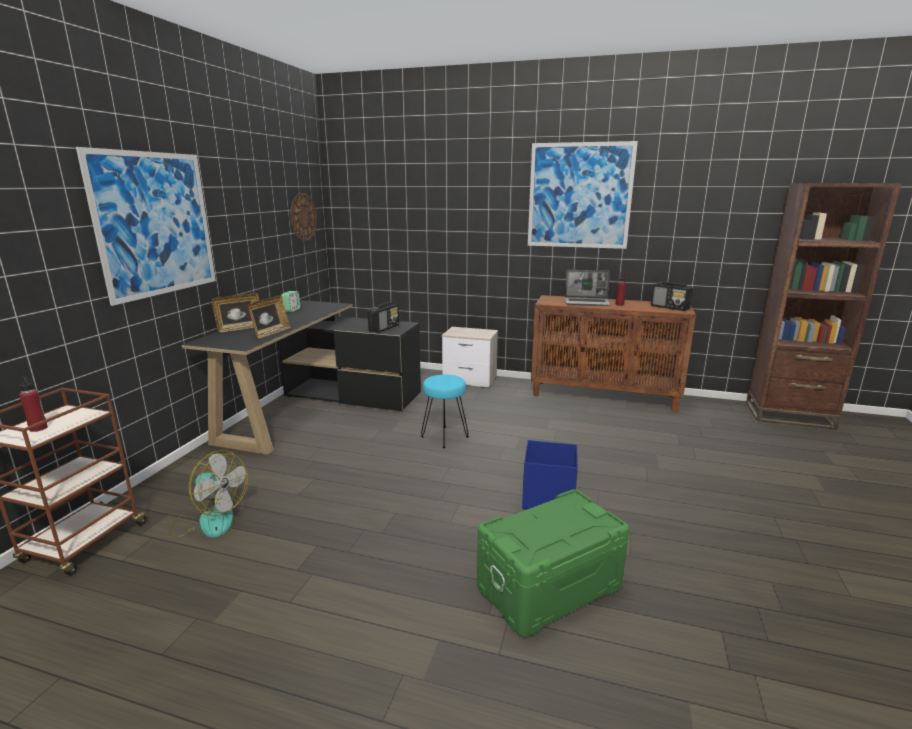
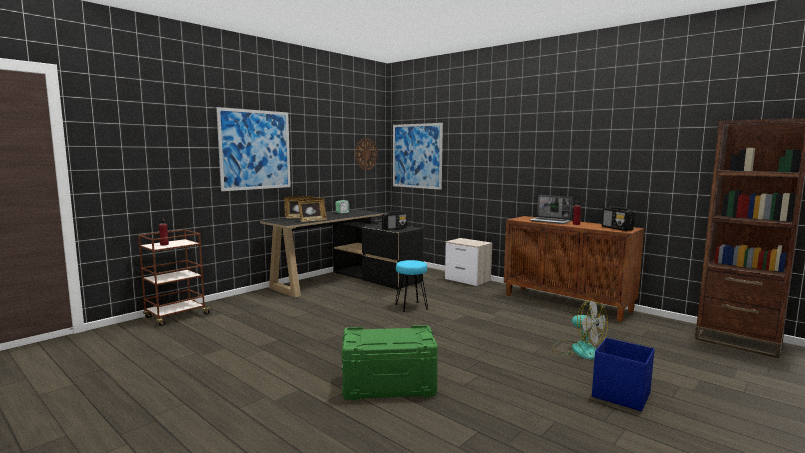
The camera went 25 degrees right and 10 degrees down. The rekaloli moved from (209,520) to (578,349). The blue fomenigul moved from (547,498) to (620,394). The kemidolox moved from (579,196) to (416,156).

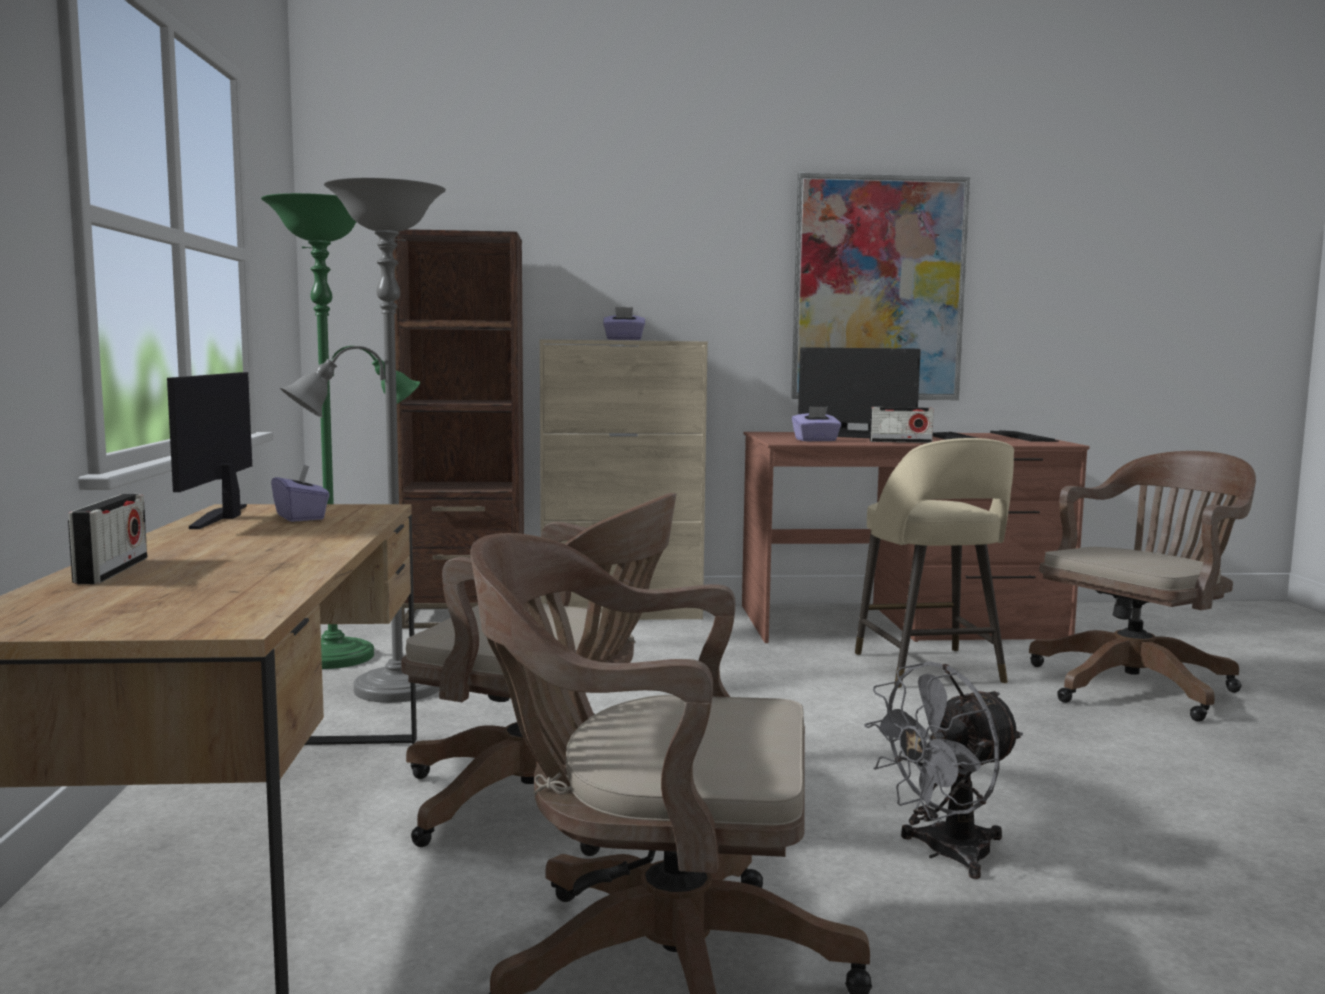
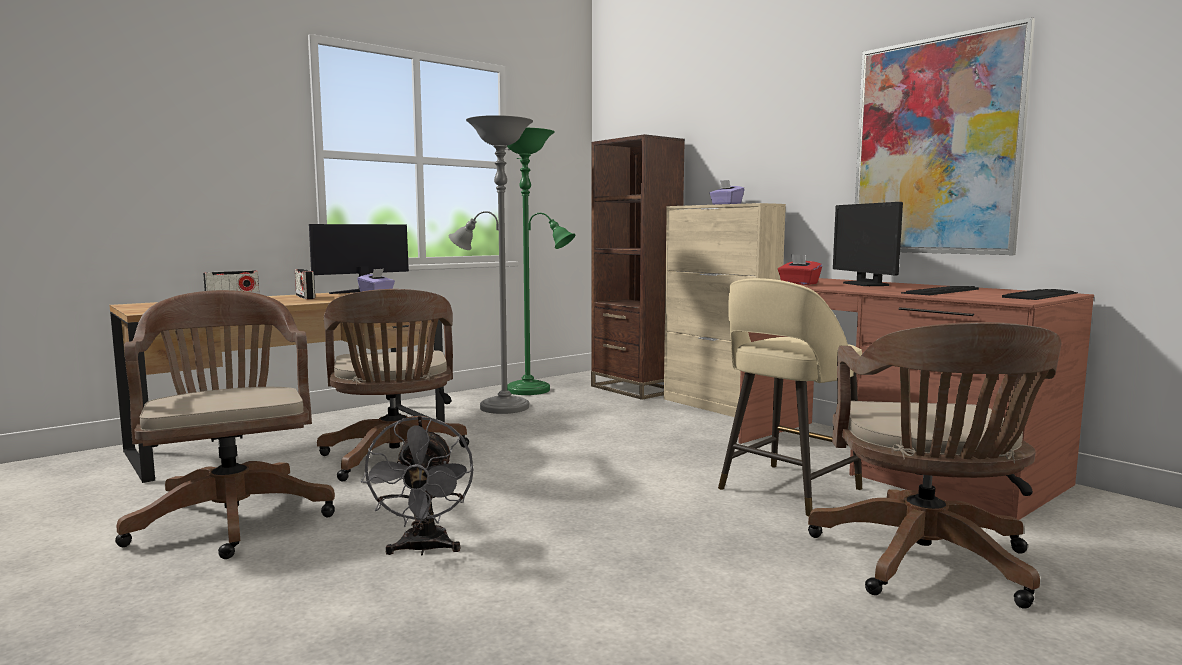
The camera went 55 degrees right and 0 degrees up. The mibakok moved from (900,442) to (305,297). The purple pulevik at (816,440) became the red pulevik at (798,283). The grey rekaloli at (944,854) turned 120 degrees counterclockwise. The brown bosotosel at (1137,685) turned 75 degrees clockwise.

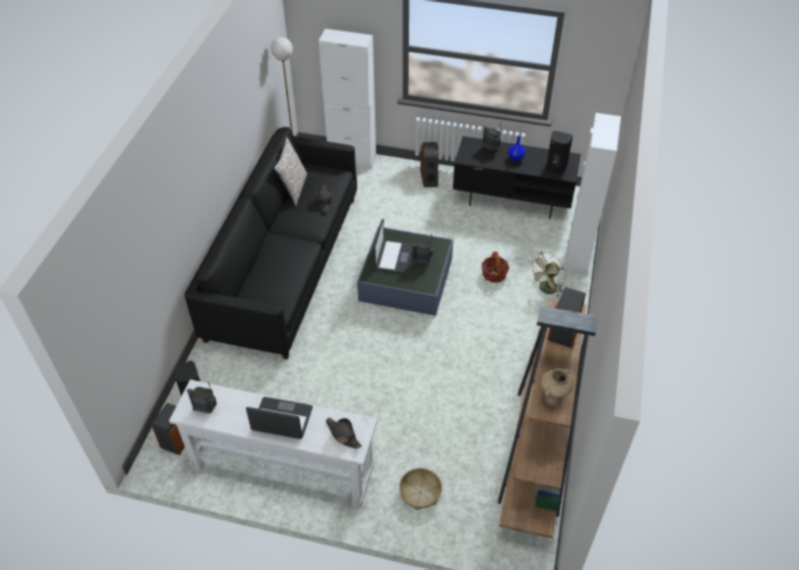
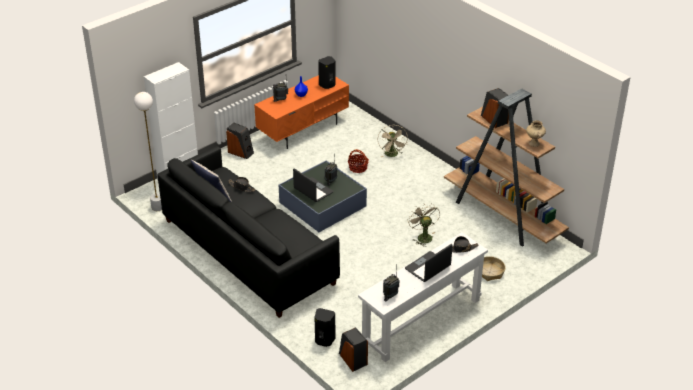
The camera went 55 degrees left and 10 degrees down. The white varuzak at (577,254) disappeared. The beige rekaloli at (422,236) appeared. The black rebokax at (513,199) became the orange rebokax at (303,129).

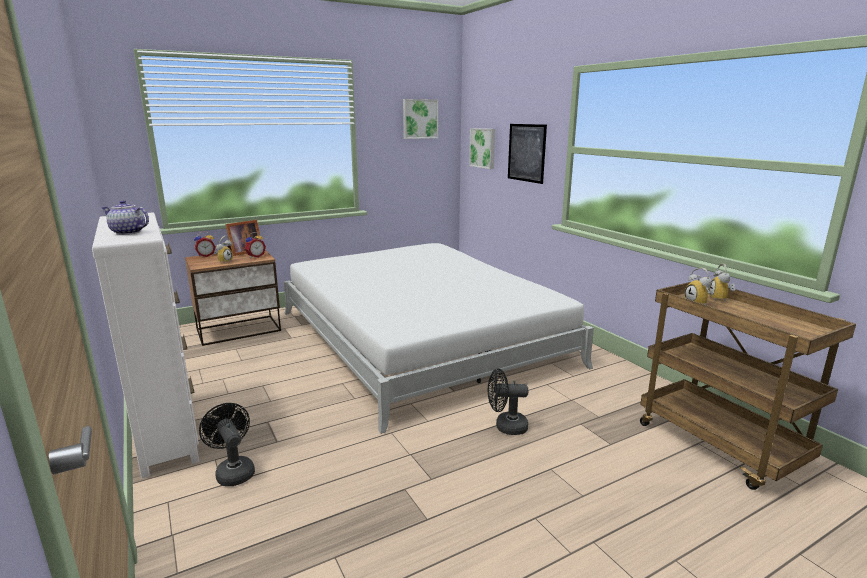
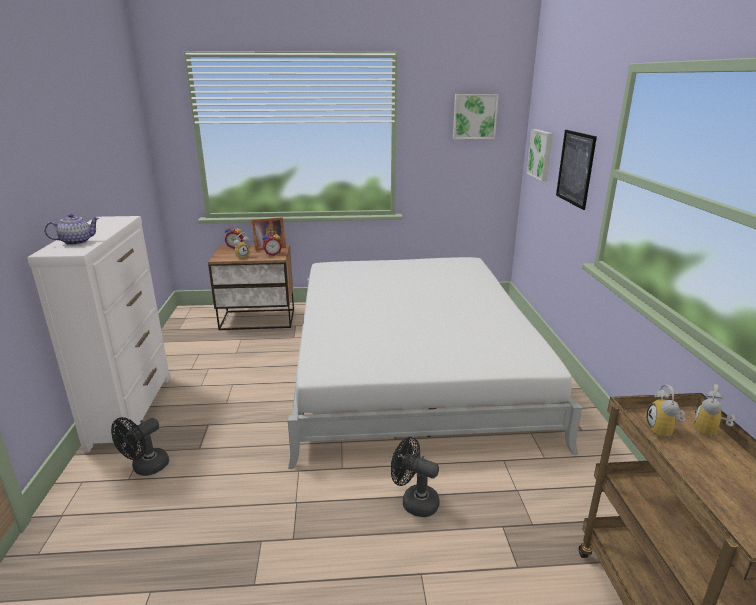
The camera went 25 degrees right and 5 degrees up. The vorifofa at (127,232) turned 105 degrees clockwise. The black rekaloli at (233,471) turned 135 degrees counterclockwise.

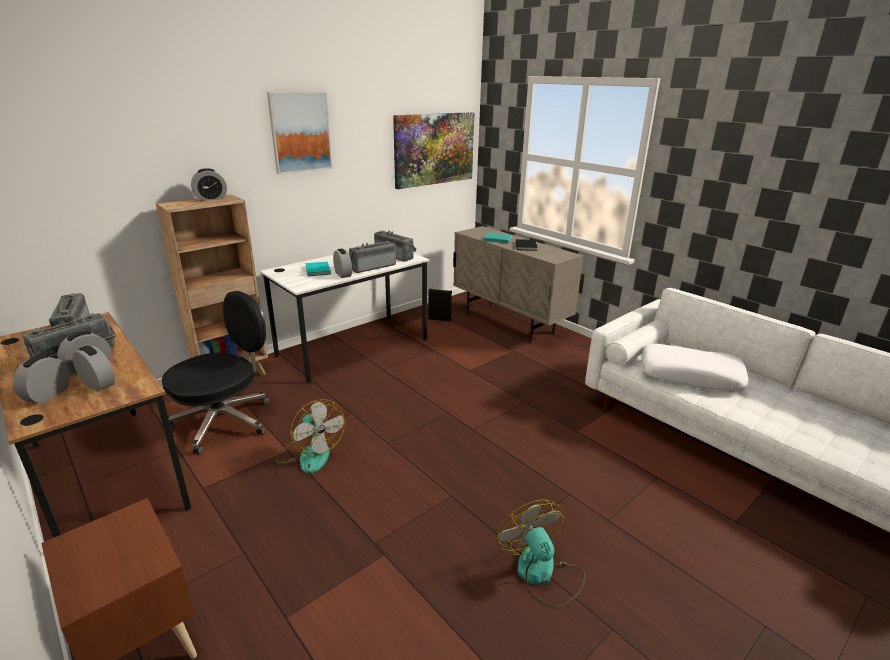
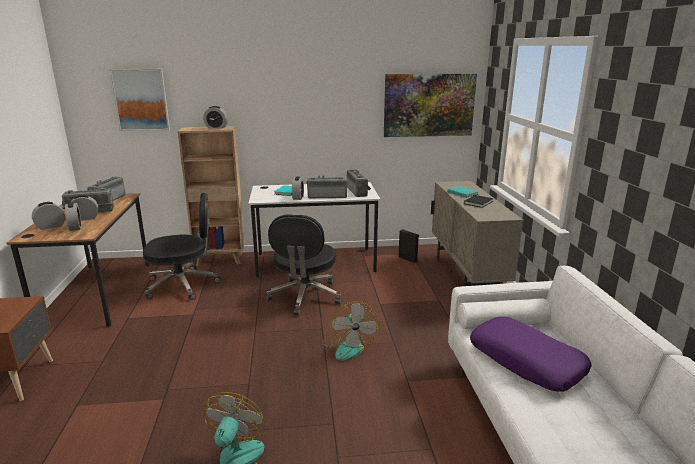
The camera went 35 degrees right and 5 degrees down. The black bosotosel at (305,297) appeared. The kemidolox moved from (300,132) to (141,100). The rekaloli moved from (310,454) to (348,346). The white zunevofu at (690,376) became the purple zunevofu at (526,361).

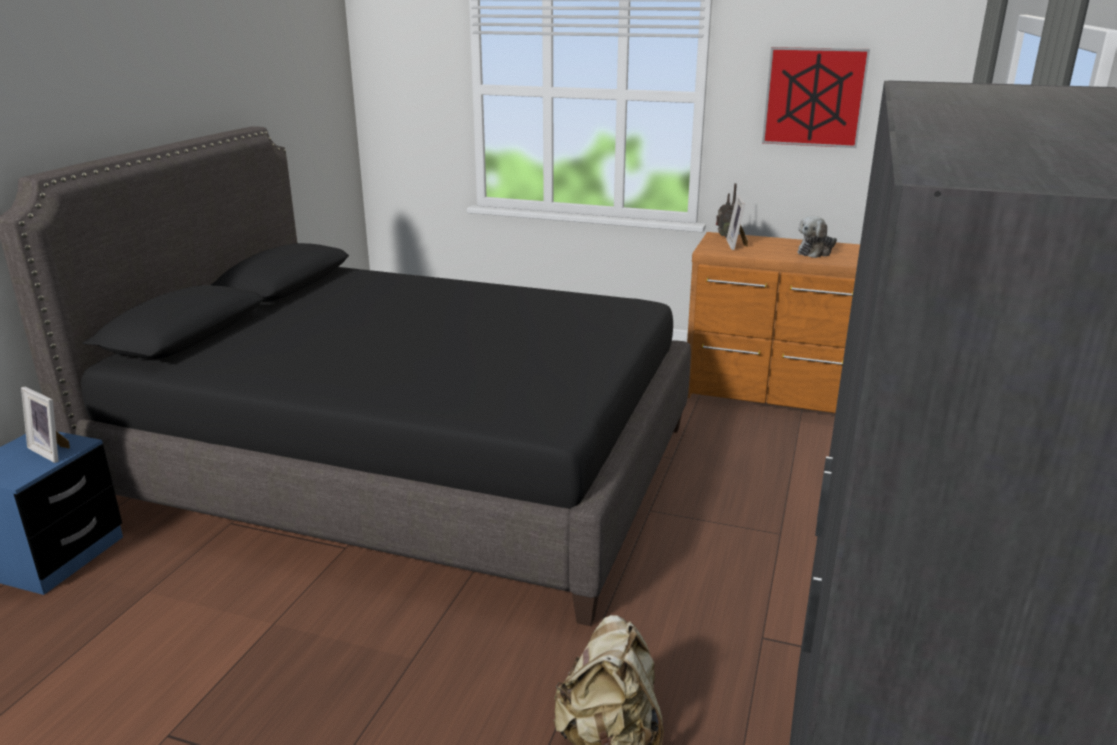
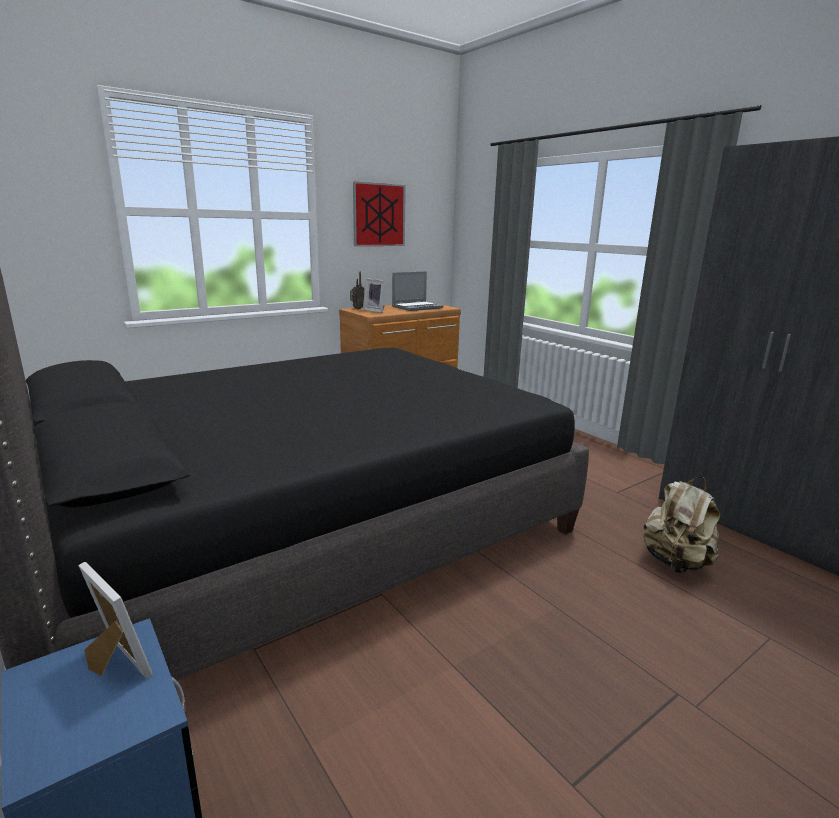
The camera went 55 degrees left and 5 degrees down. The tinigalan at (816,252) was replaced by the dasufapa at (417,307). The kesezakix at (53,451) turned 120 degrees counterclockwise.

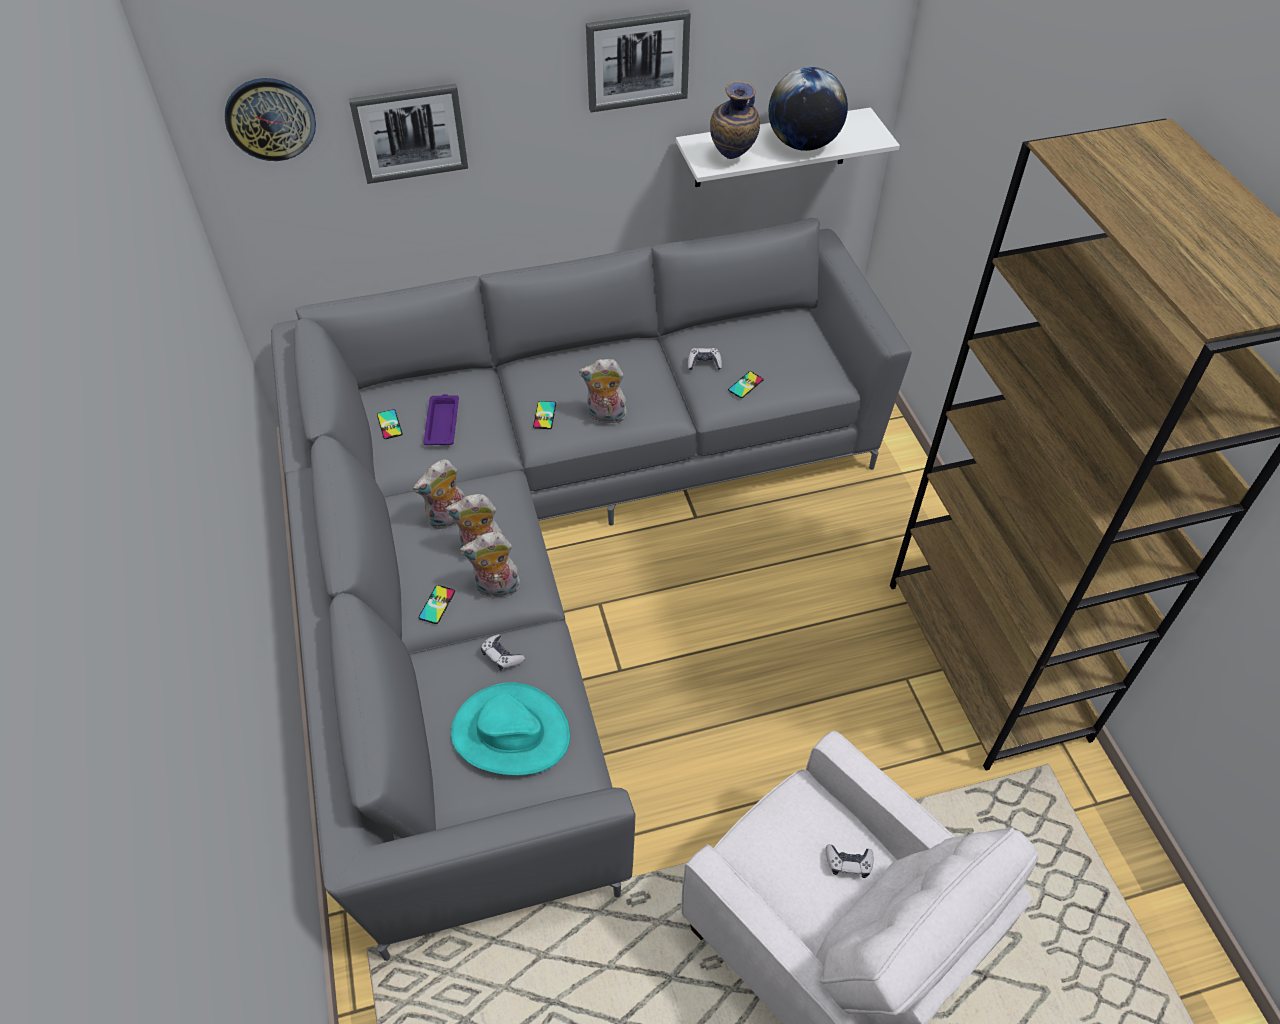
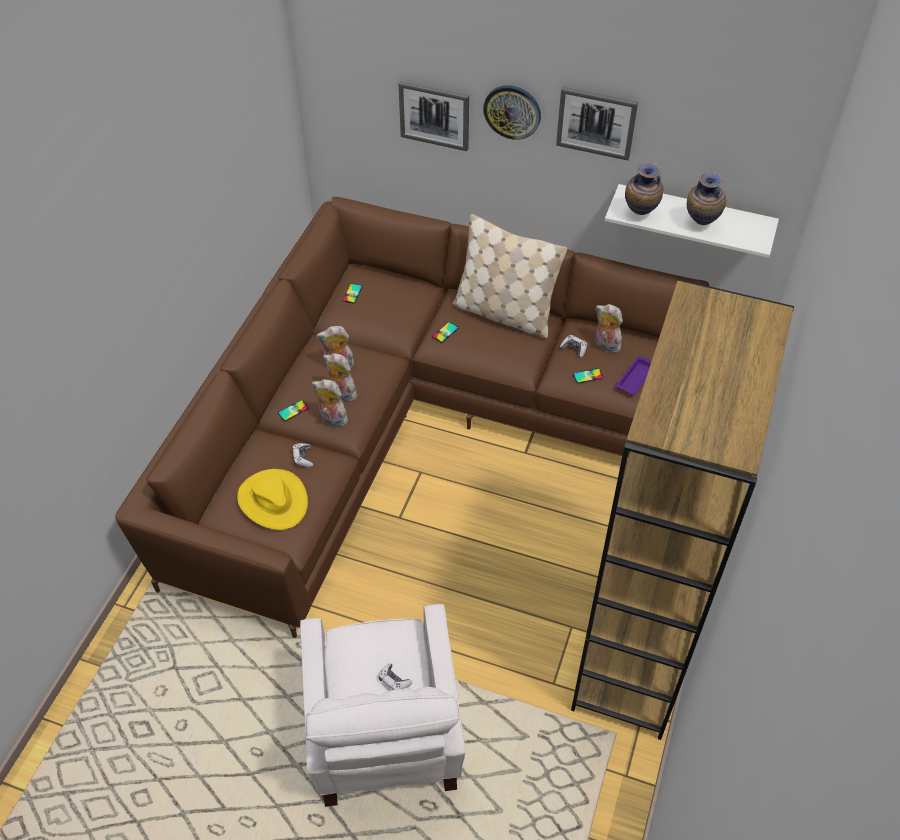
The camera went 35 degrees right and 0 degrees up. The beige zunevofu at (504,313) appeared. The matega moved from (270,119) to (512,111). The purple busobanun moved from (442,423) to (636,377). The tinigalan moved from (605,416) to (605,345). The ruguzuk at (803,144) was replaced by the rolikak at (700,225). The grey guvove at (549,550) became the brown guvove at (417,424). The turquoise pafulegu at (510,733) became the yellow pafulegu at (273,500).

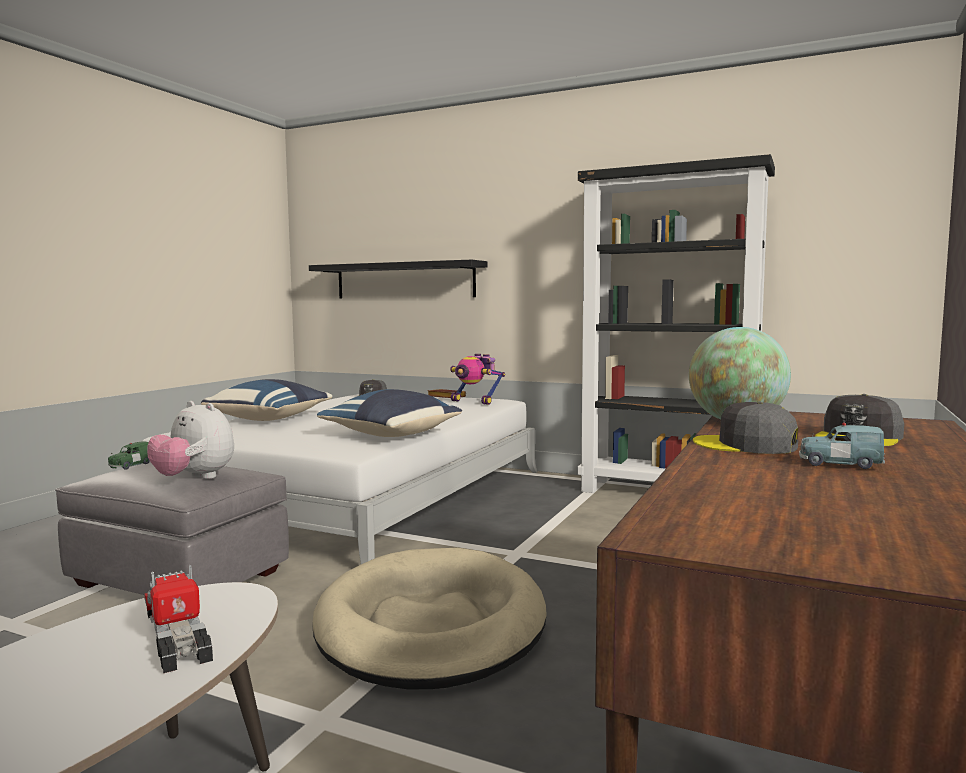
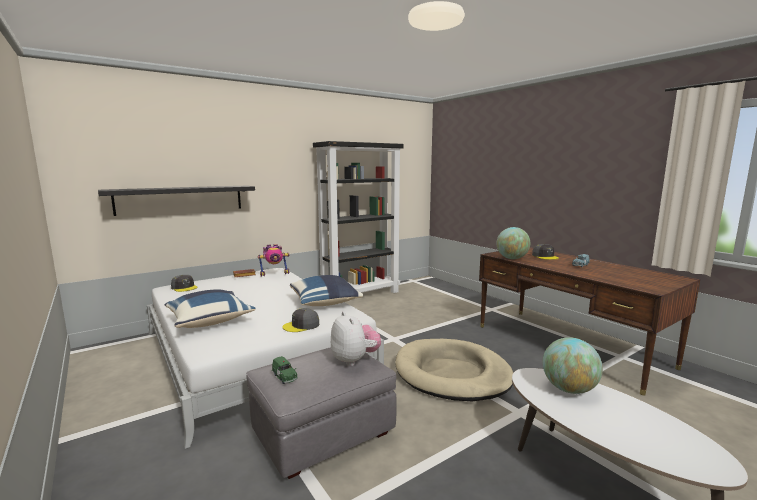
The camera went 60 degrees left and 5 degrees up. The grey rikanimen moved from (745,445) to (301,325). The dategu at (178,635) was replaced by the ruguzuk at (569,389). The tinigalan at (194,478) turned 90 degrees counterclockwise.

